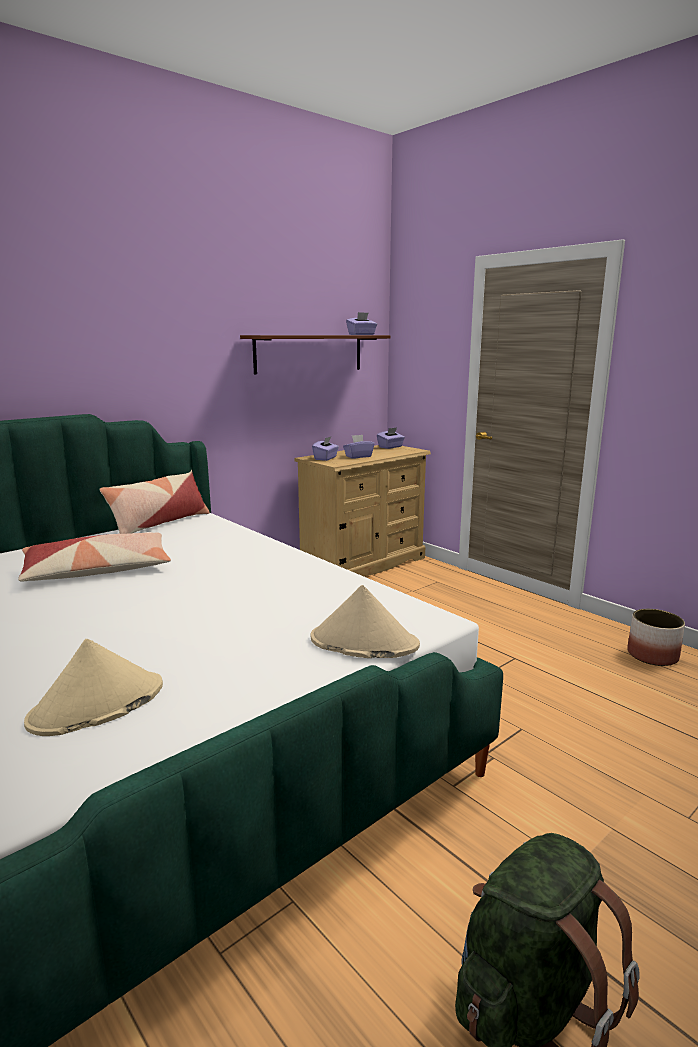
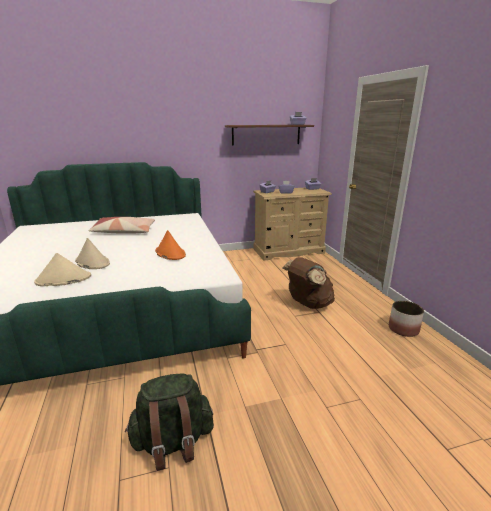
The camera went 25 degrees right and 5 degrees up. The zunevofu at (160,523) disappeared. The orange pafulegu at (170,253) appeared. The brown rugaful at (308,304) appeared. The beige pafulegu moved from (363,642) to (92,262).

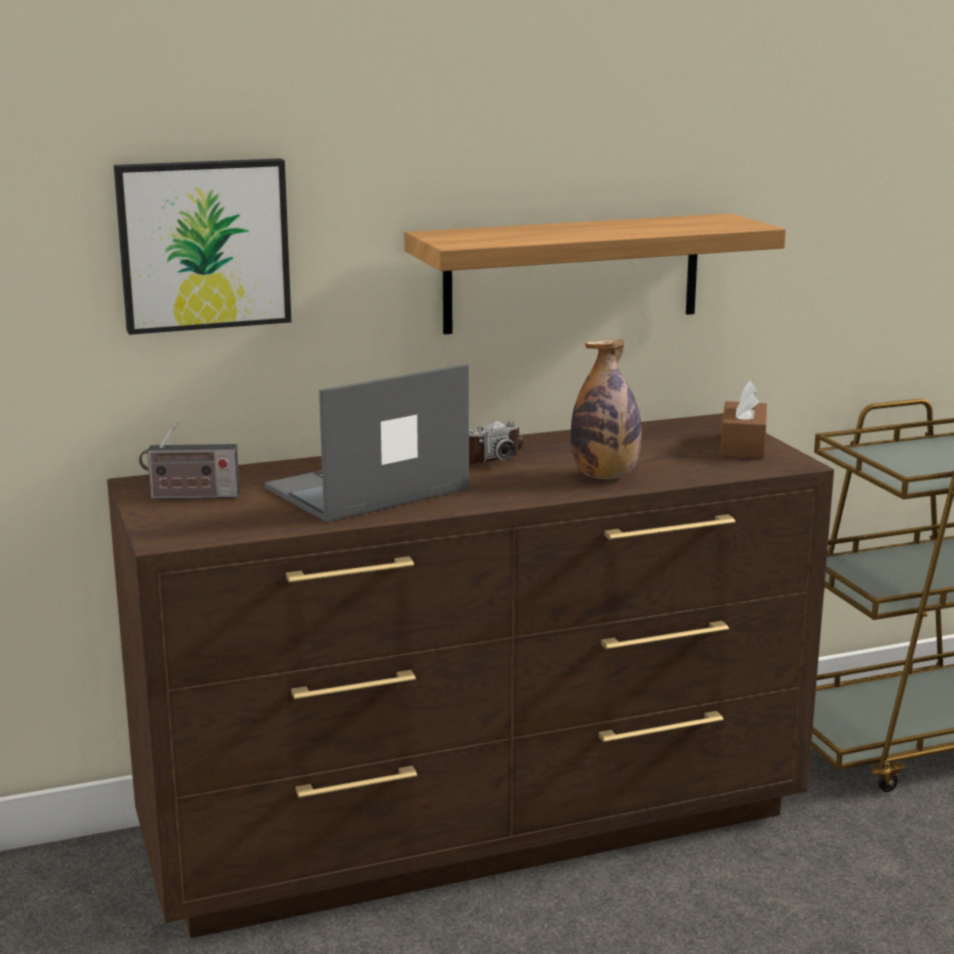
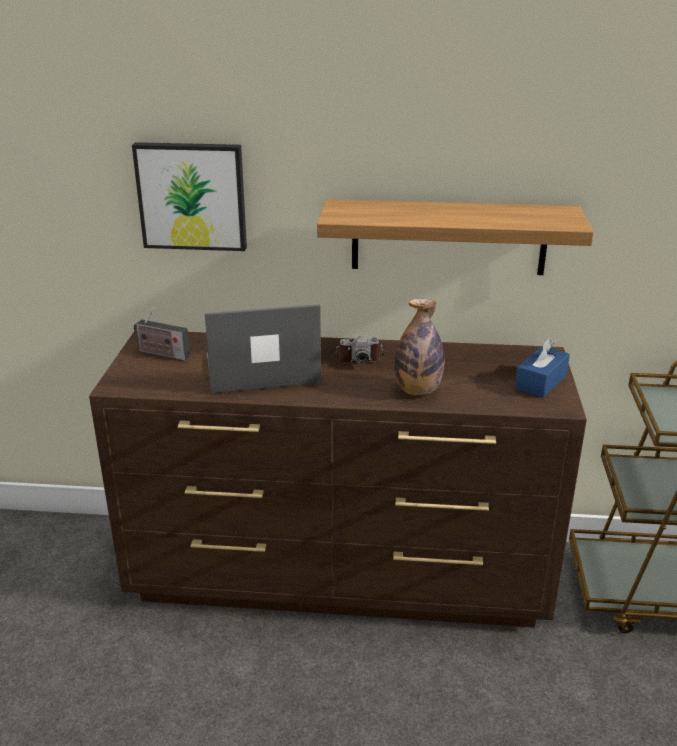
The camera went 25 degrees right and 10 degrees up. The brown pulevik at (743,446) became the blue pulevik at (541,382).

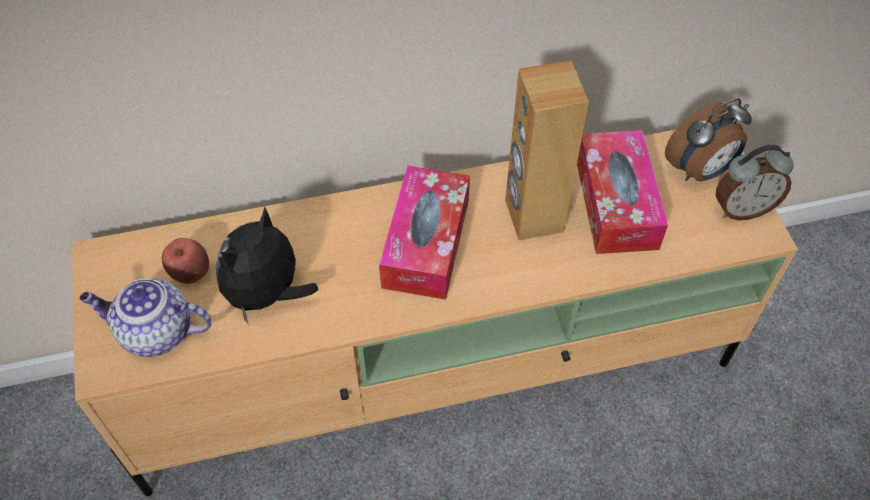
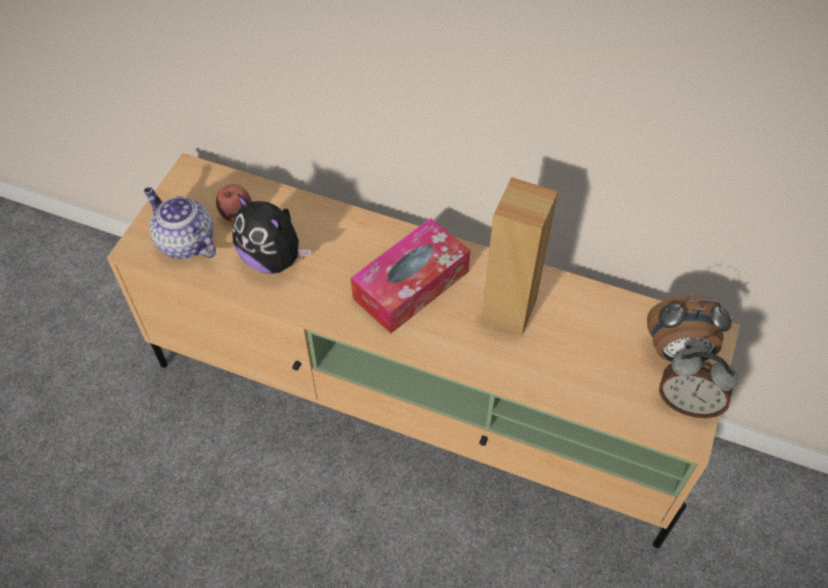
The camera went 35 degrees right and 0 degrees up. The pulevik at (616,203) disappeared. The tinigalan at (267,295) turned 120 degrees counterclockwise.

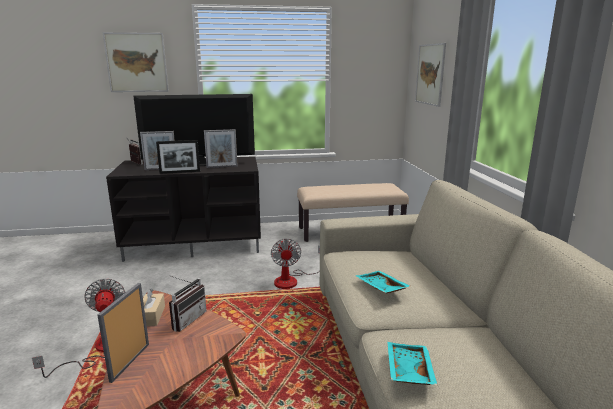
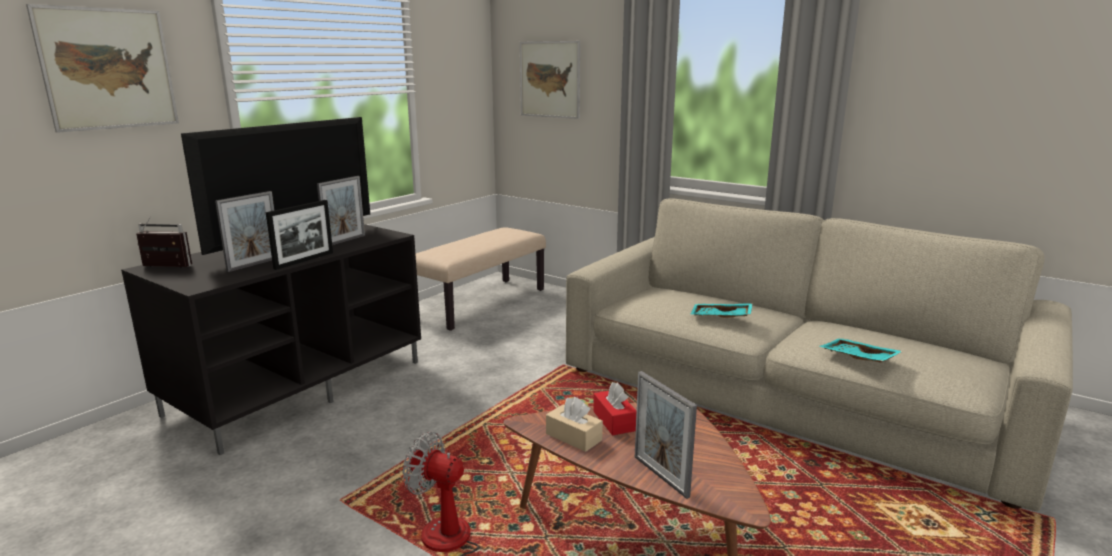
The camera went 45 degrees left and 0 degrees up. The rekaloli at (292,280) disappeared. The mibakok at (186,319) was replaced by the red pulevik at (614,421).

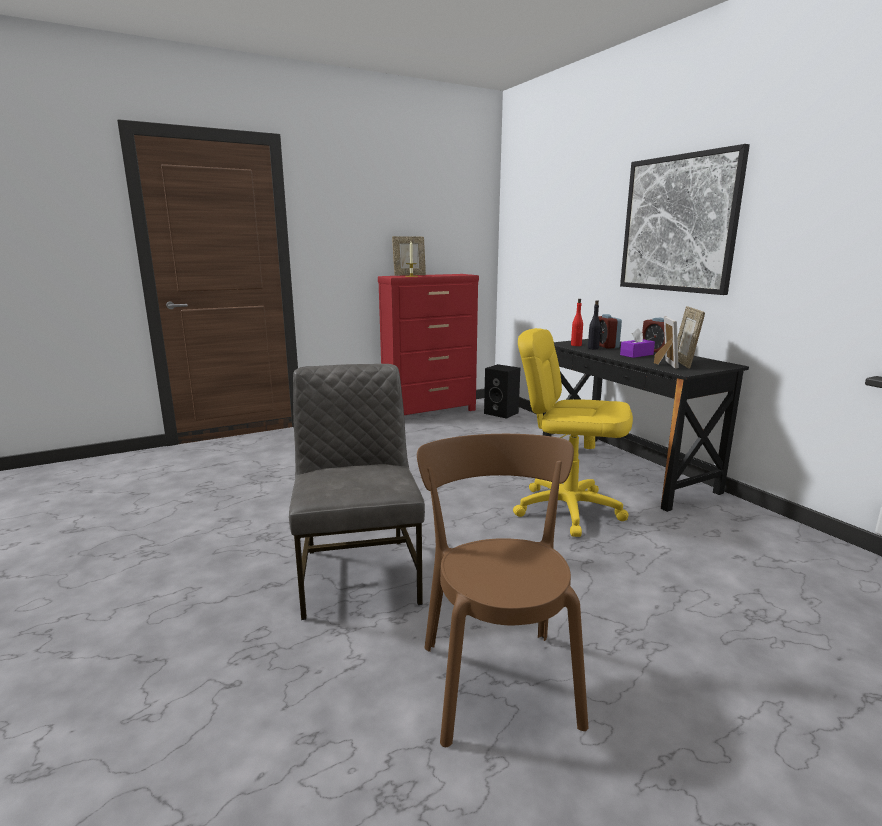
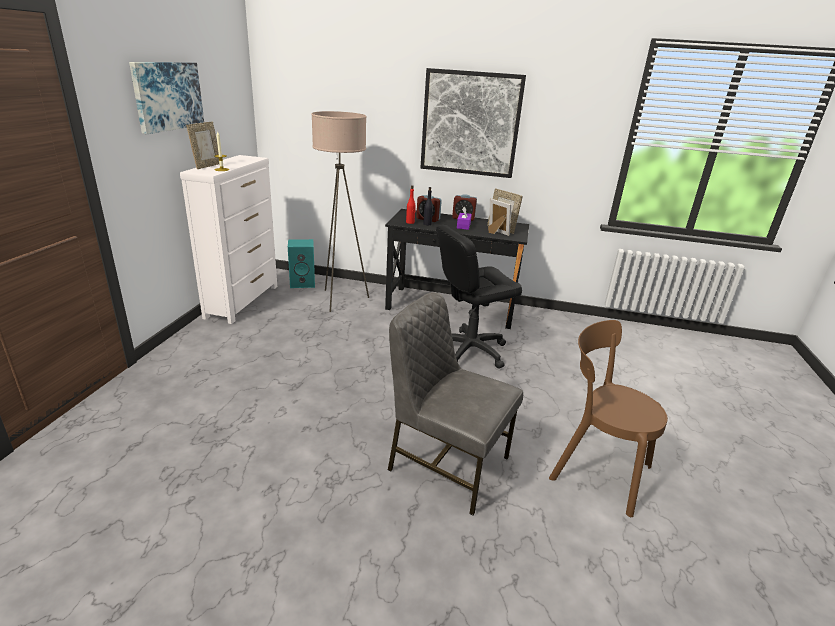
The camera went 50 degrees left and 10 degrees up. The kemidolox at (167,96) appeared. The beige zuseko at (341,299) appeared. The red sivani at (430,412) became the white sivani at (243,301). The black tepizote at (502,413) became the turquoise tepizote at (303,283). The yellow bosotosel at (568,509) became the black bosotosel at (469,350).

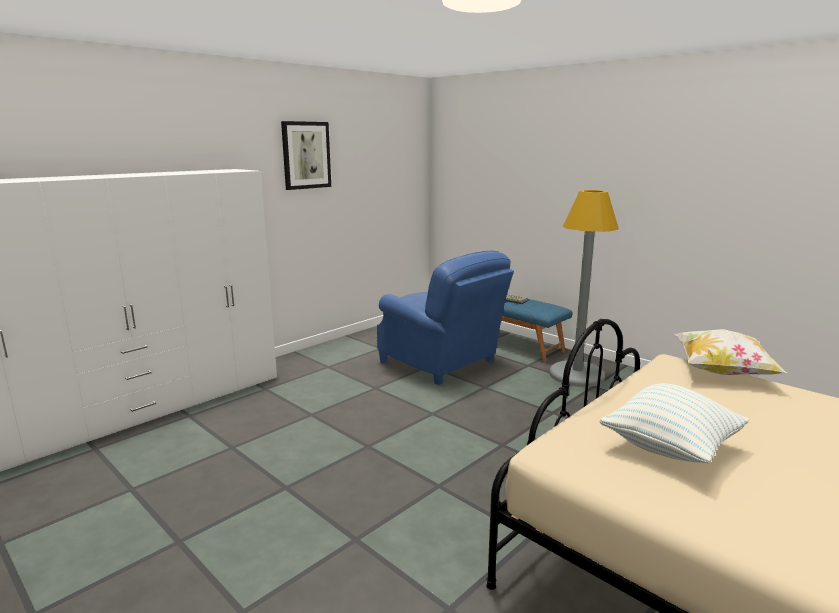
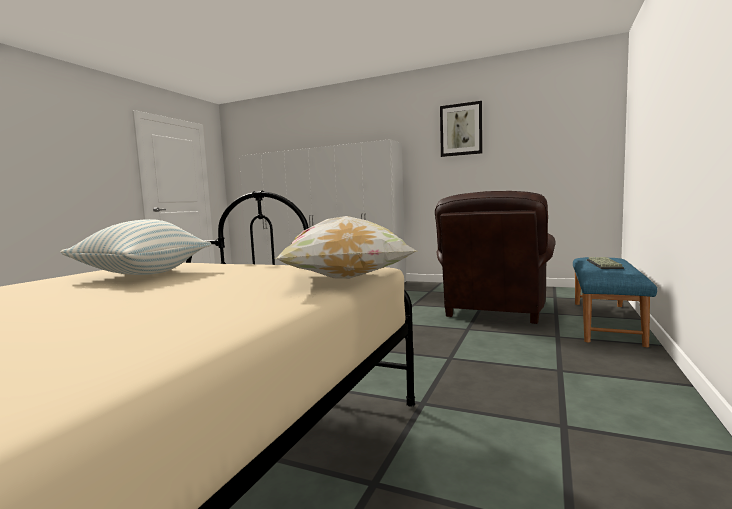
The camera went 70 degrees right and 10 degrees down. The grey zuseko at (576,375) disappeared. The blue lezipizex at (441,363) became the brown lezipizex at (494,311).

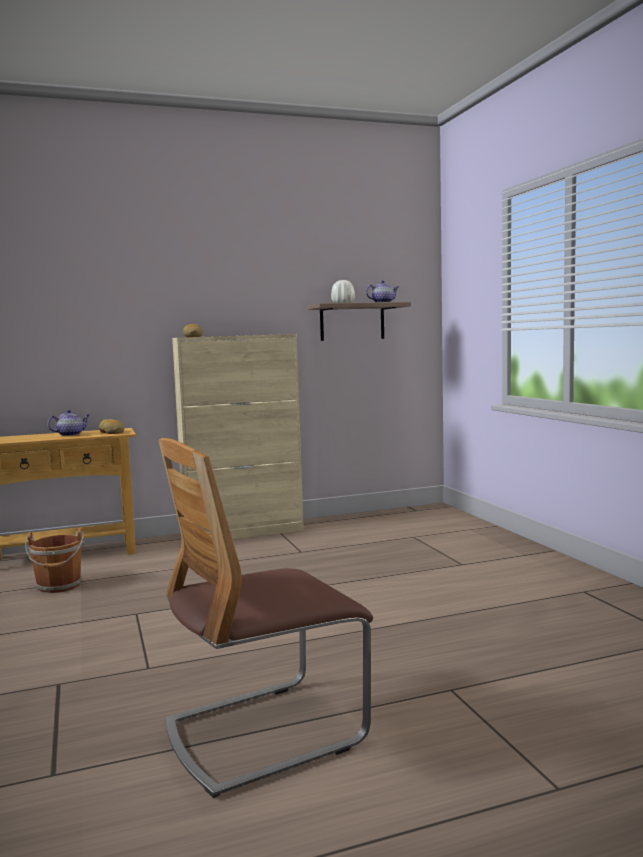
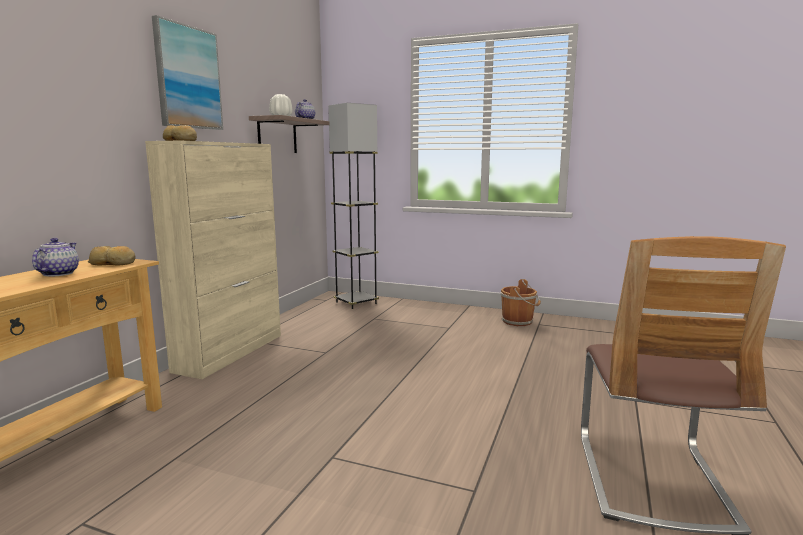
The camera went 50 degrees left and 5 degrees up. The kemidolox at (188,77) appeared. The grey zuseko at (356,303) appeared. The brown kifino moved from (59,586) to (519,321).

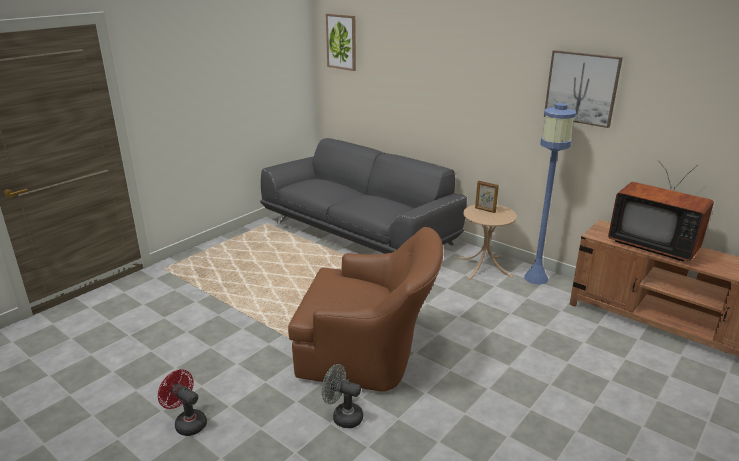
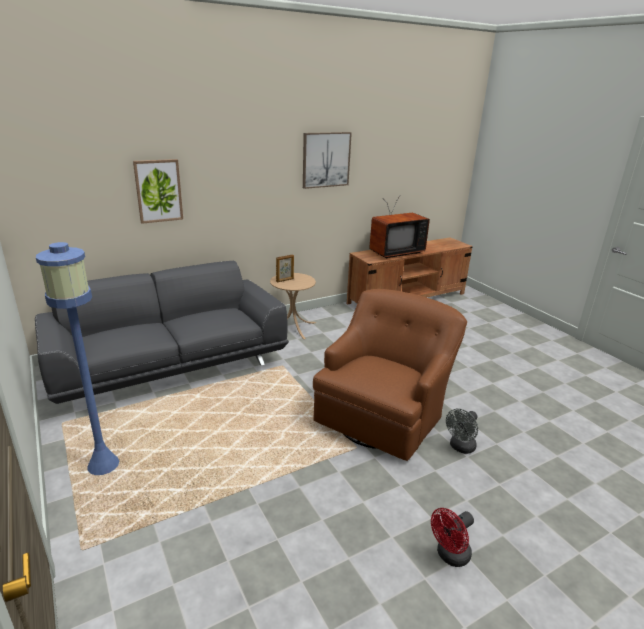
The camera went 70 degrees left and 0 degrees up. The kemidolox moved from (341,42) to (158,191). The blue zuseko moved from (536,278) to (103,465).

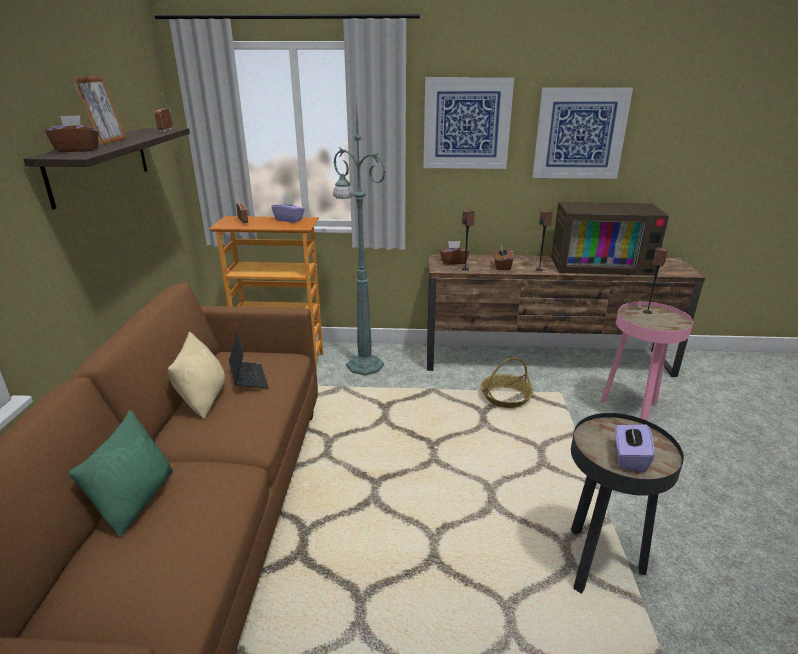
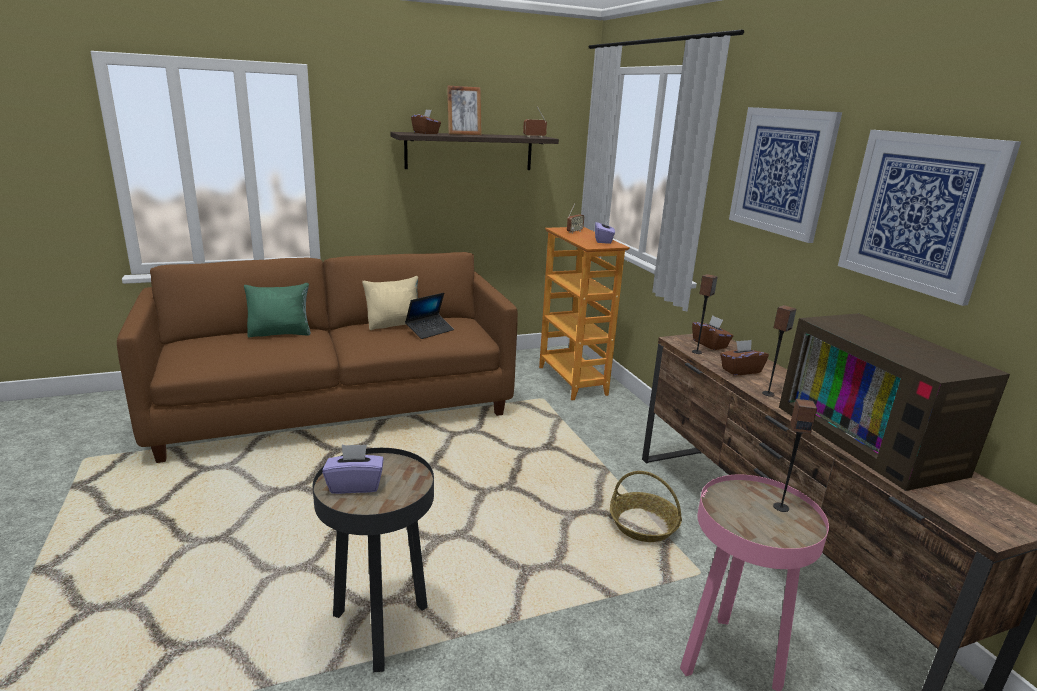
The camera went 65 degrees right and 5 degrees down. The green zuseko at (363,364) disappeared.

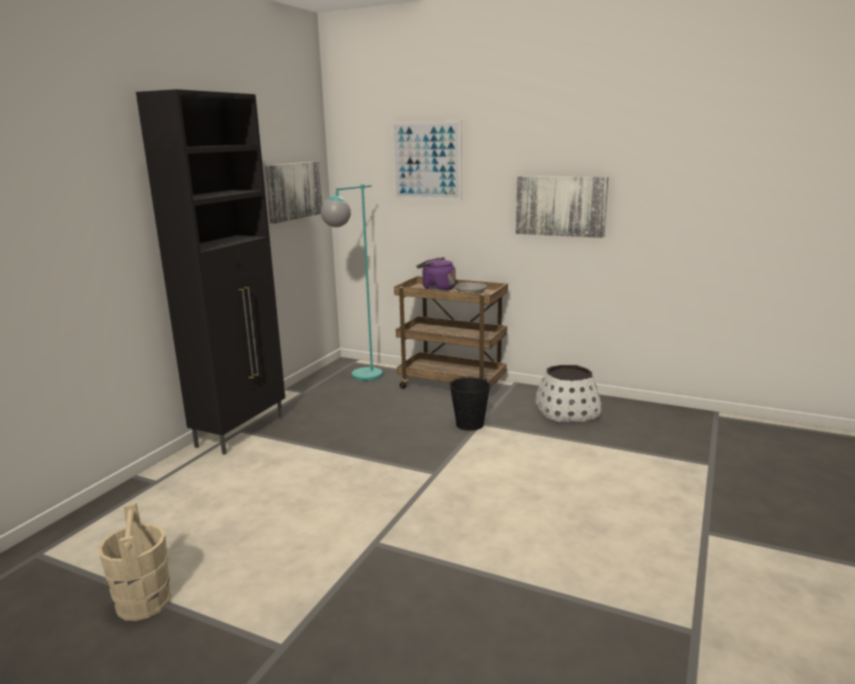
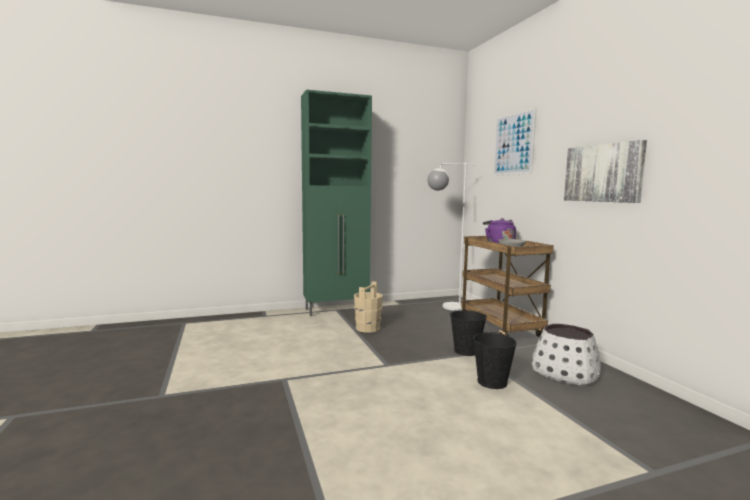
The camera went 45 degrees right and 10 degrees down. The kemidolox at (293,191) disappeared. The black kifino at (492,382) appeared. The beige kifino moved from (144,602) to (368,328). The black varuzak at (242,431) became the green varuzak at (337,310). The turquoise zuseko at (359,378) became the white zuseko at (445,307).

